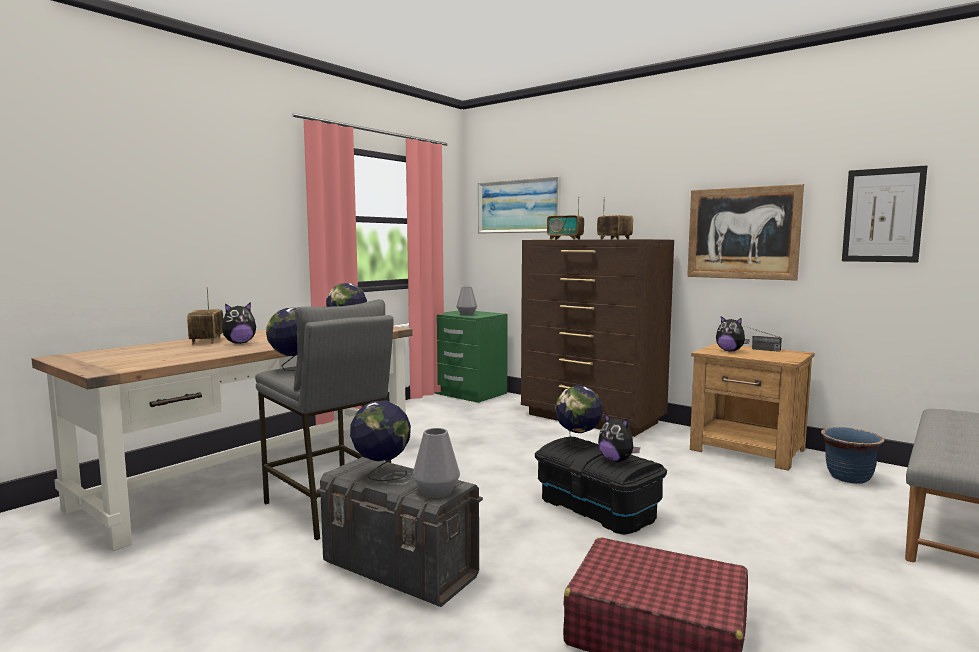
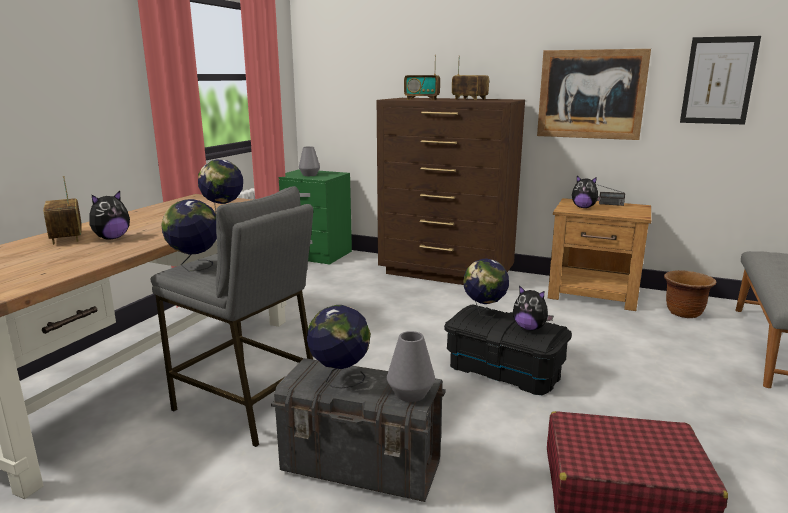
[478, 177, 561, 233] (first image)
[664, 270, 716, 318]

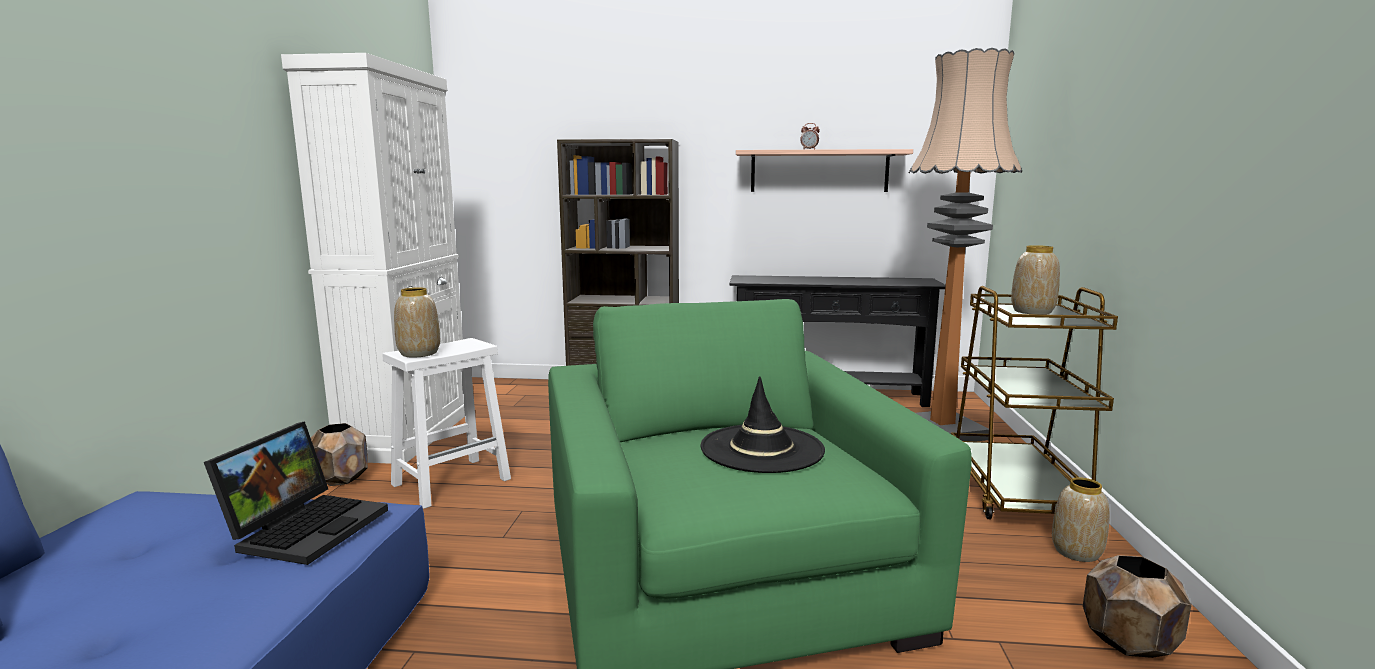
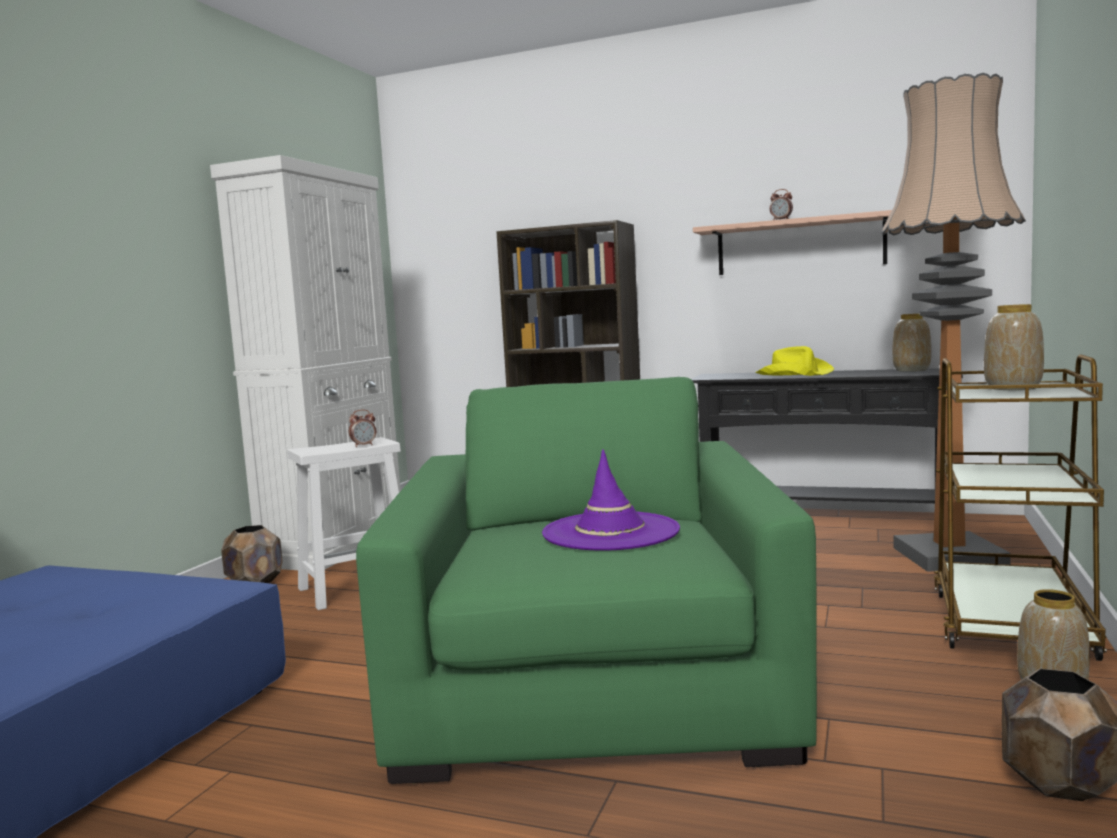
[204, 421, 388, 565] (first image)
[892, 314, 931, 372]
[542, 449, 680, 551]
[349, 409, 376, 447]
[755, 346, 834, 376]

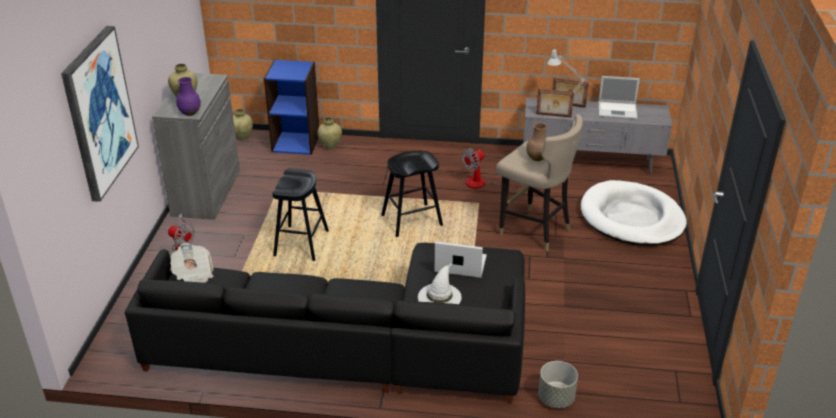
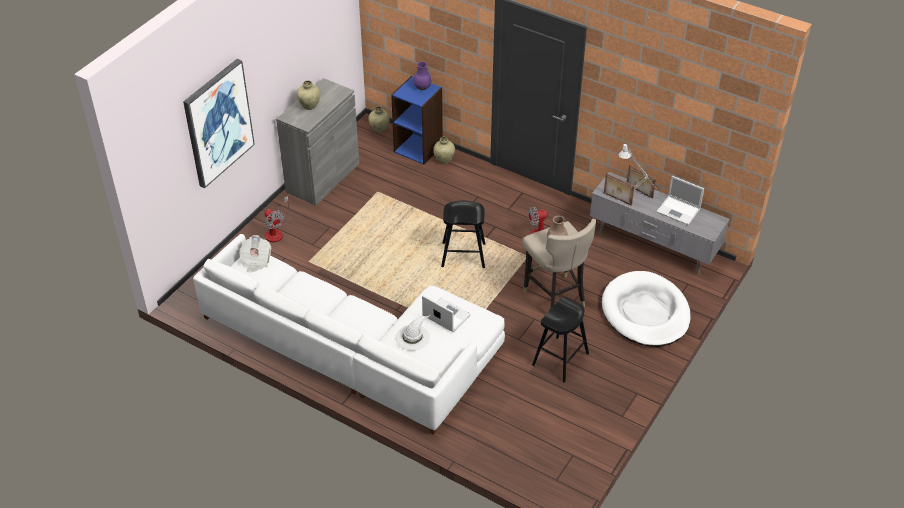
[193, 234, 505, 435]
[413, 61, 431, 90]
[532, 297, 589, 383]
[538, 361, 578, 408] (first image)

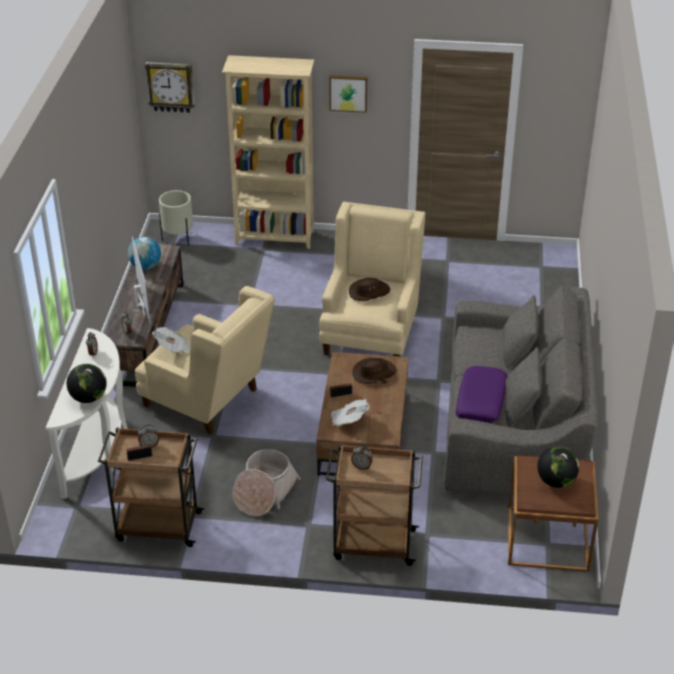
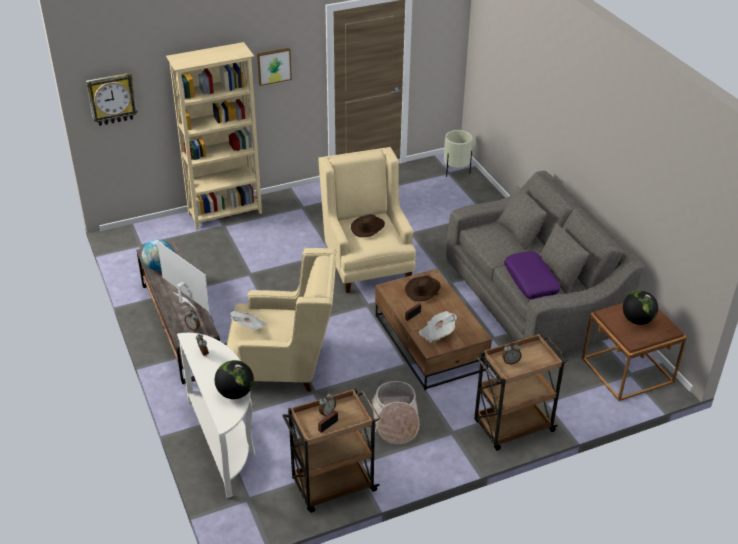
[444, 130, 473, 177]

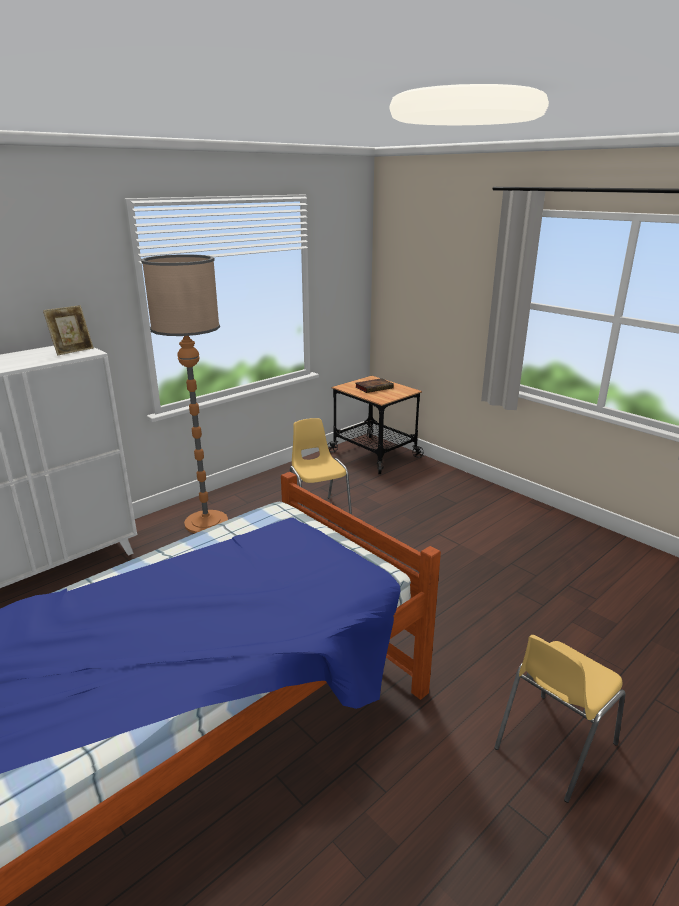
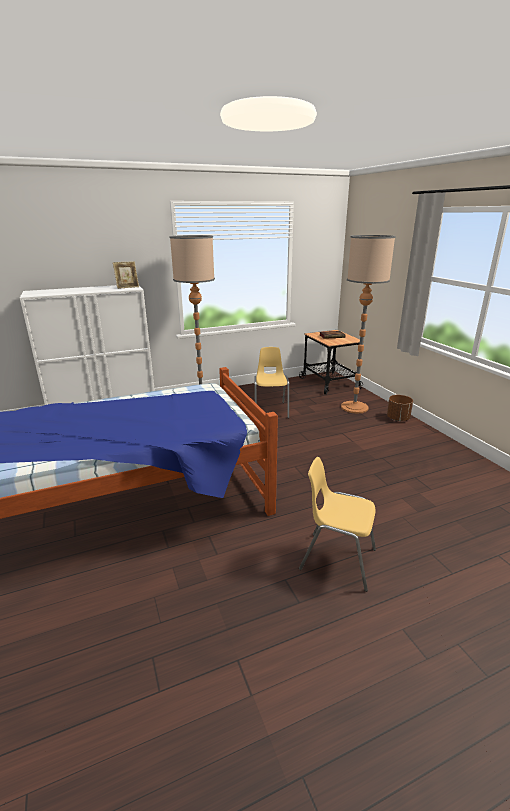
[299, 457, 376, 592]
[341, 235, 396, 414]
[387, 395, 413, 421]

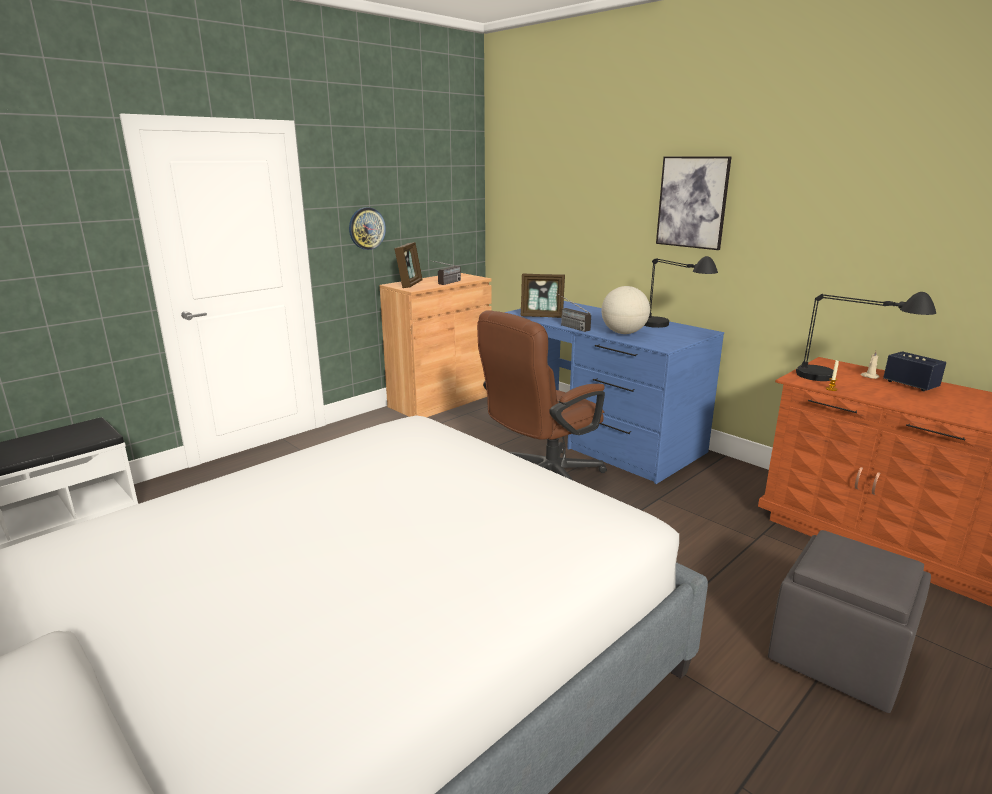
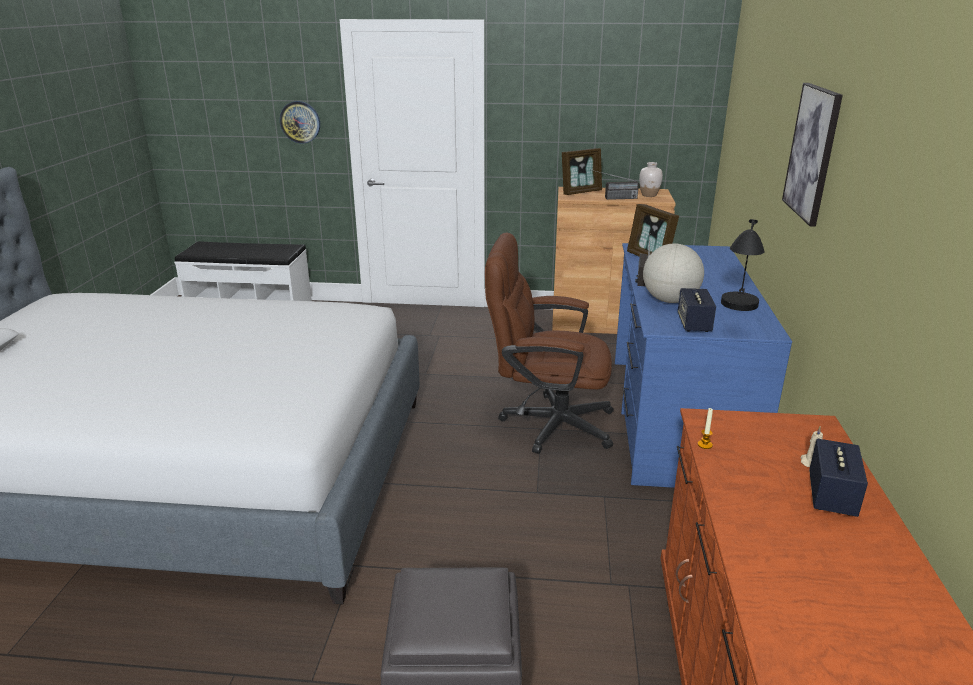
[280, 101, 320, 143]
[796, 292, 936, 381] (first image)
[639, 162, 663, 197]
[678, 288, 716, 332]

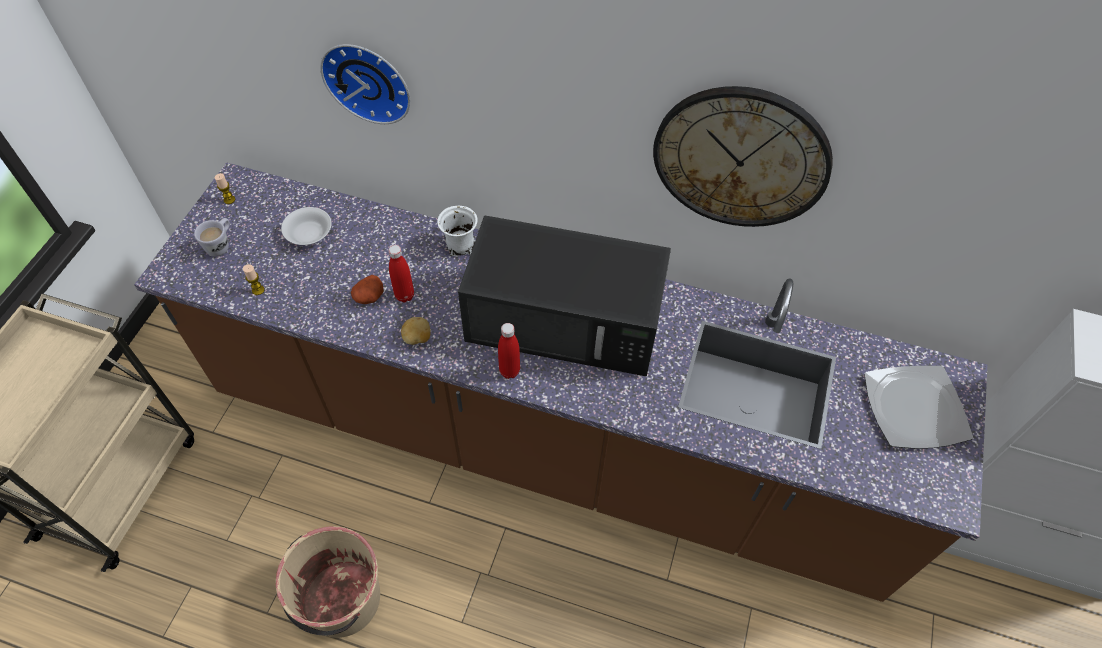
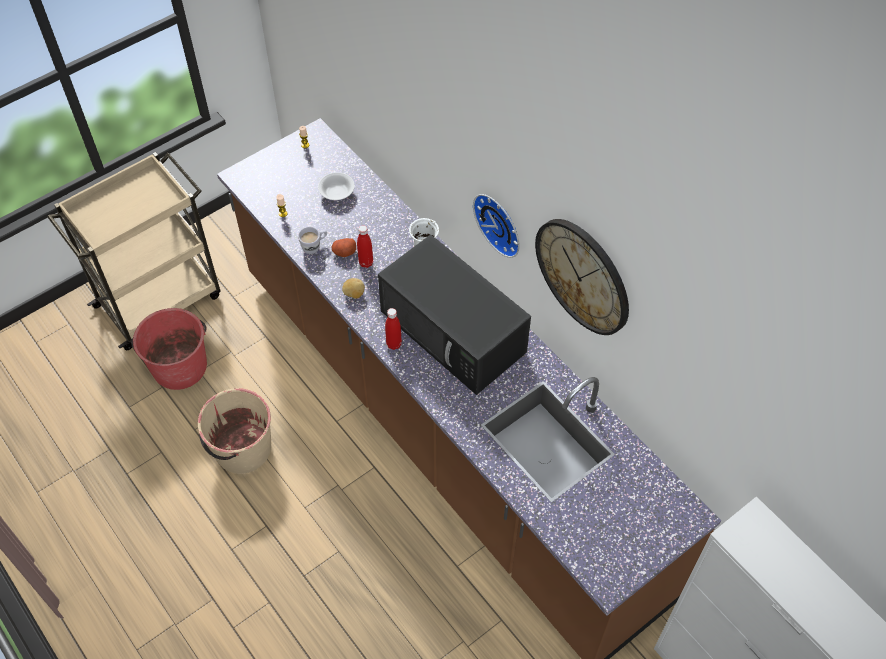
[298, 227, 327, 254]
[473, 194, 520, 258]
[864, 366, 973, 449] (first image)
[131, 308, 207, 390]

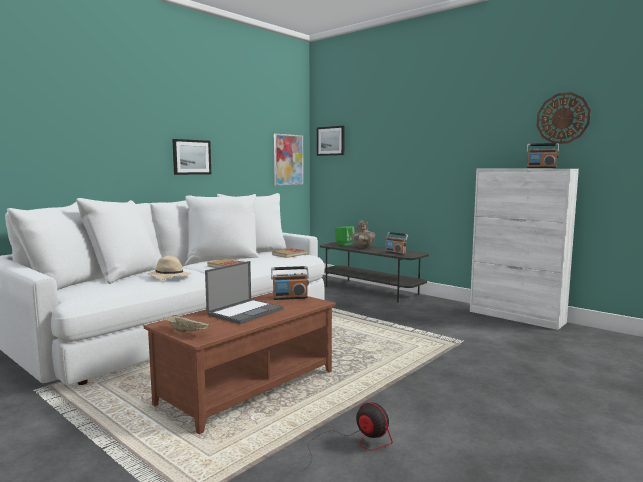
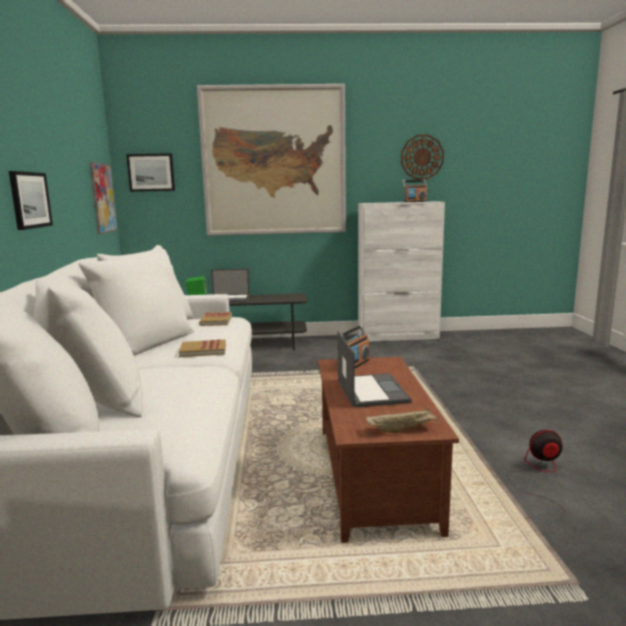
[147, 256, 191, 280] (first image)
[211, 269, 250, 302]
[385, 232, 408, 255] (first image)
[197, 84, 346, 236]

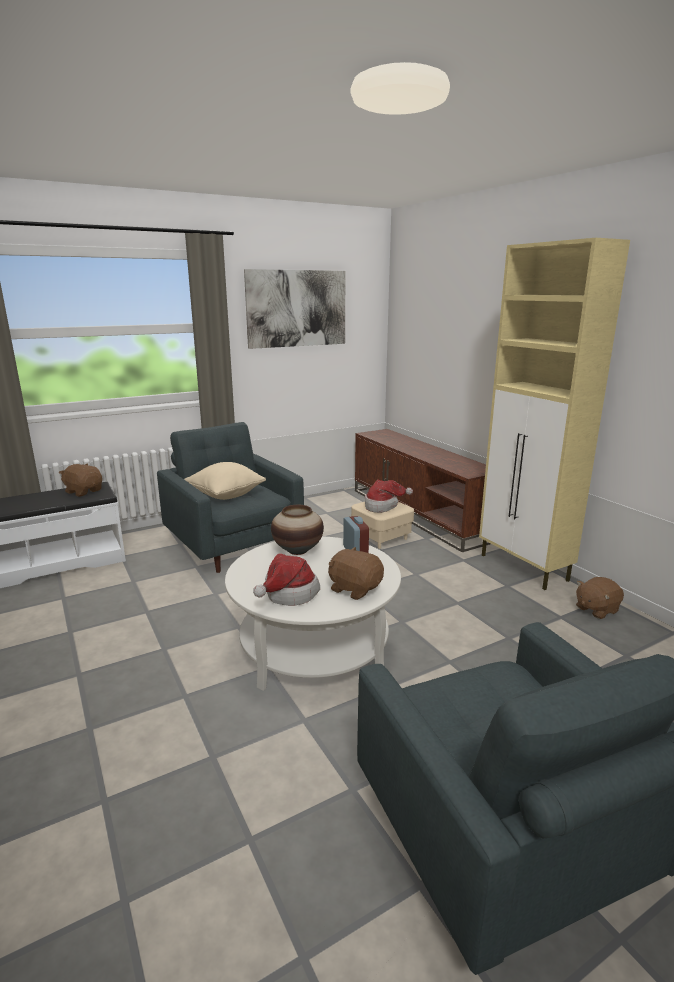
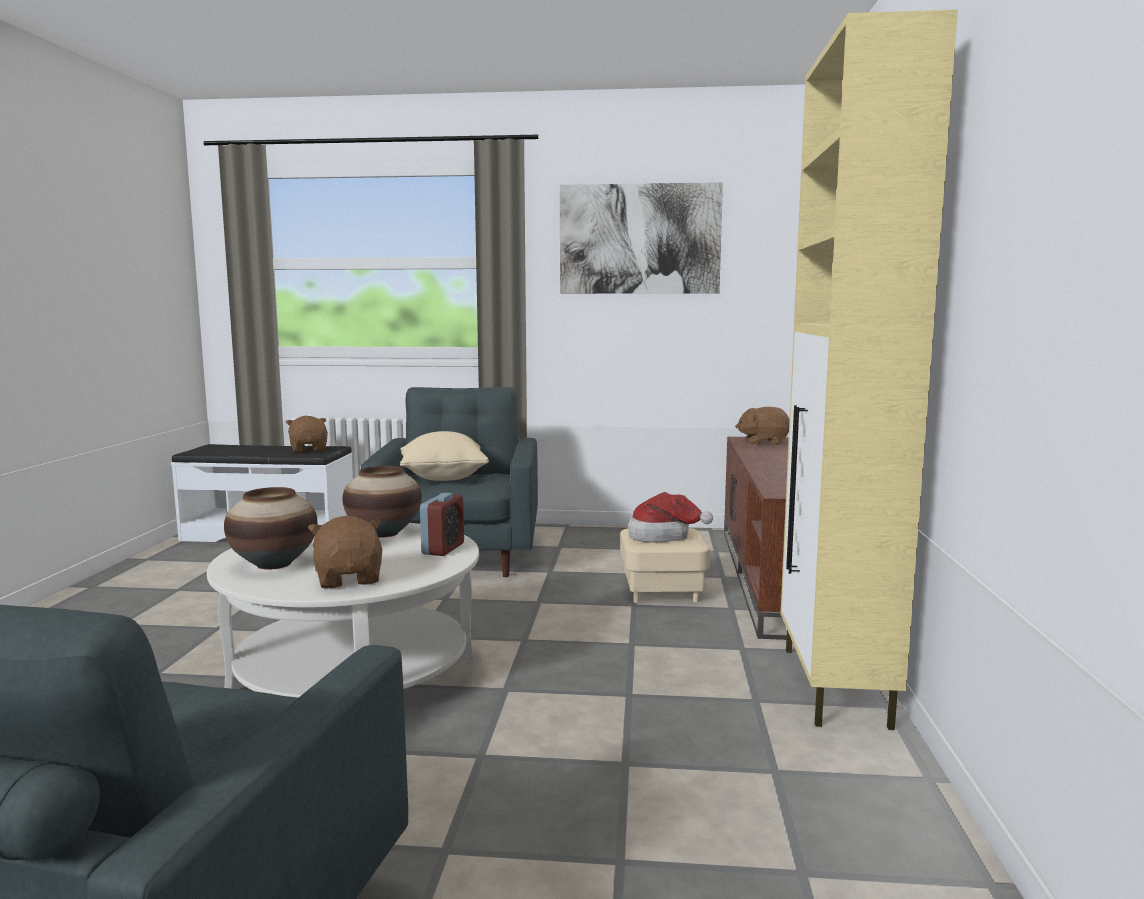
[224, 487, 317, 570]
[735, 407, 790, 445]

